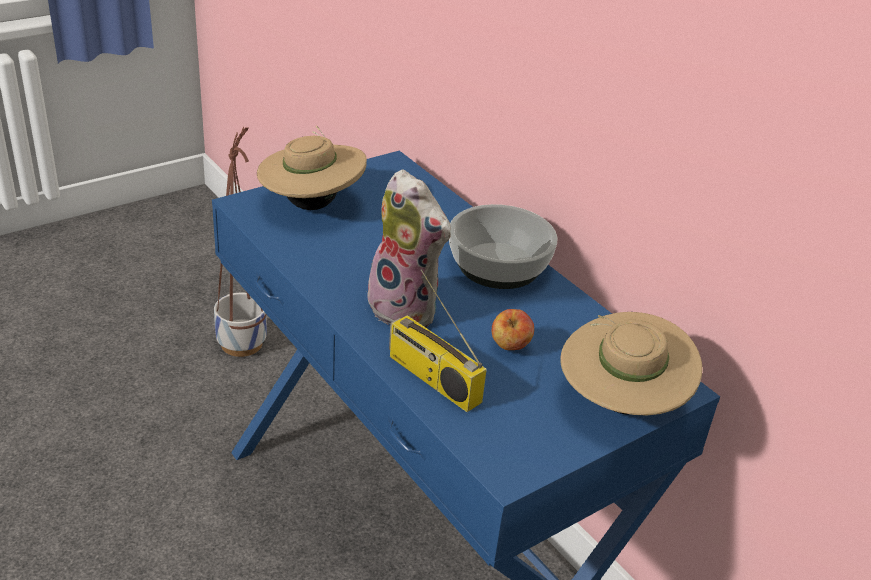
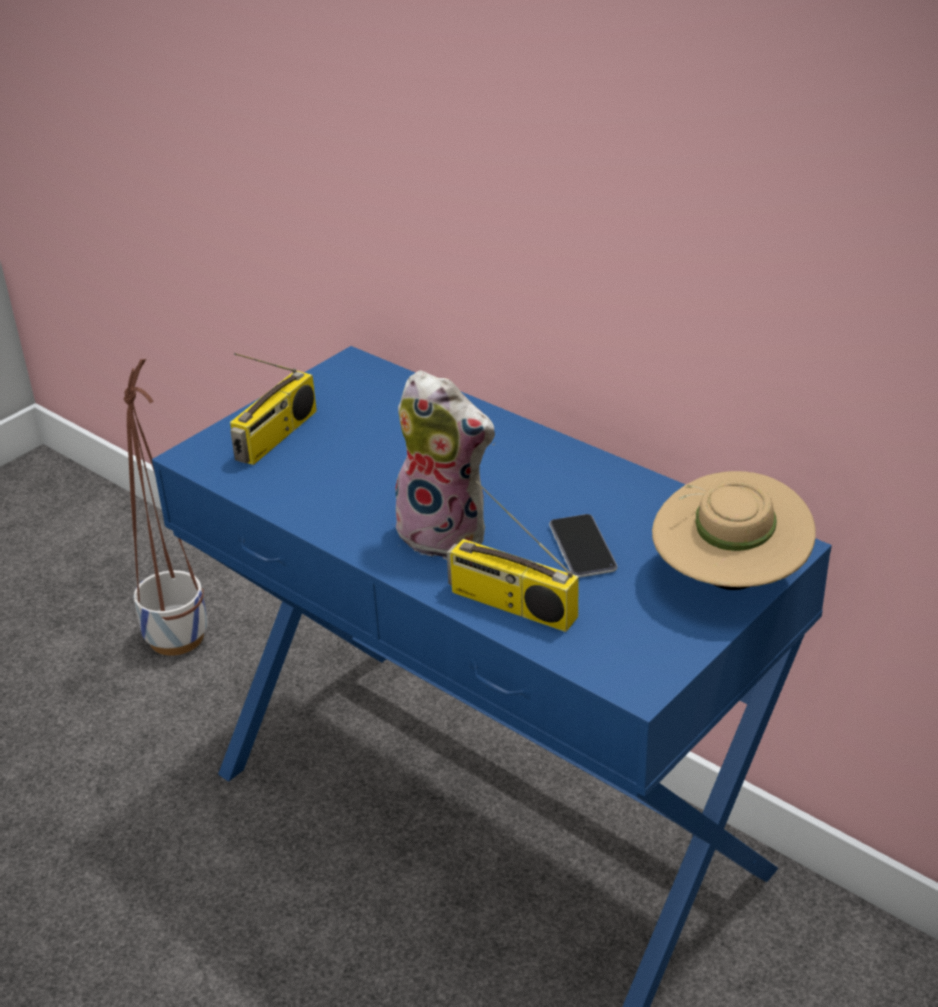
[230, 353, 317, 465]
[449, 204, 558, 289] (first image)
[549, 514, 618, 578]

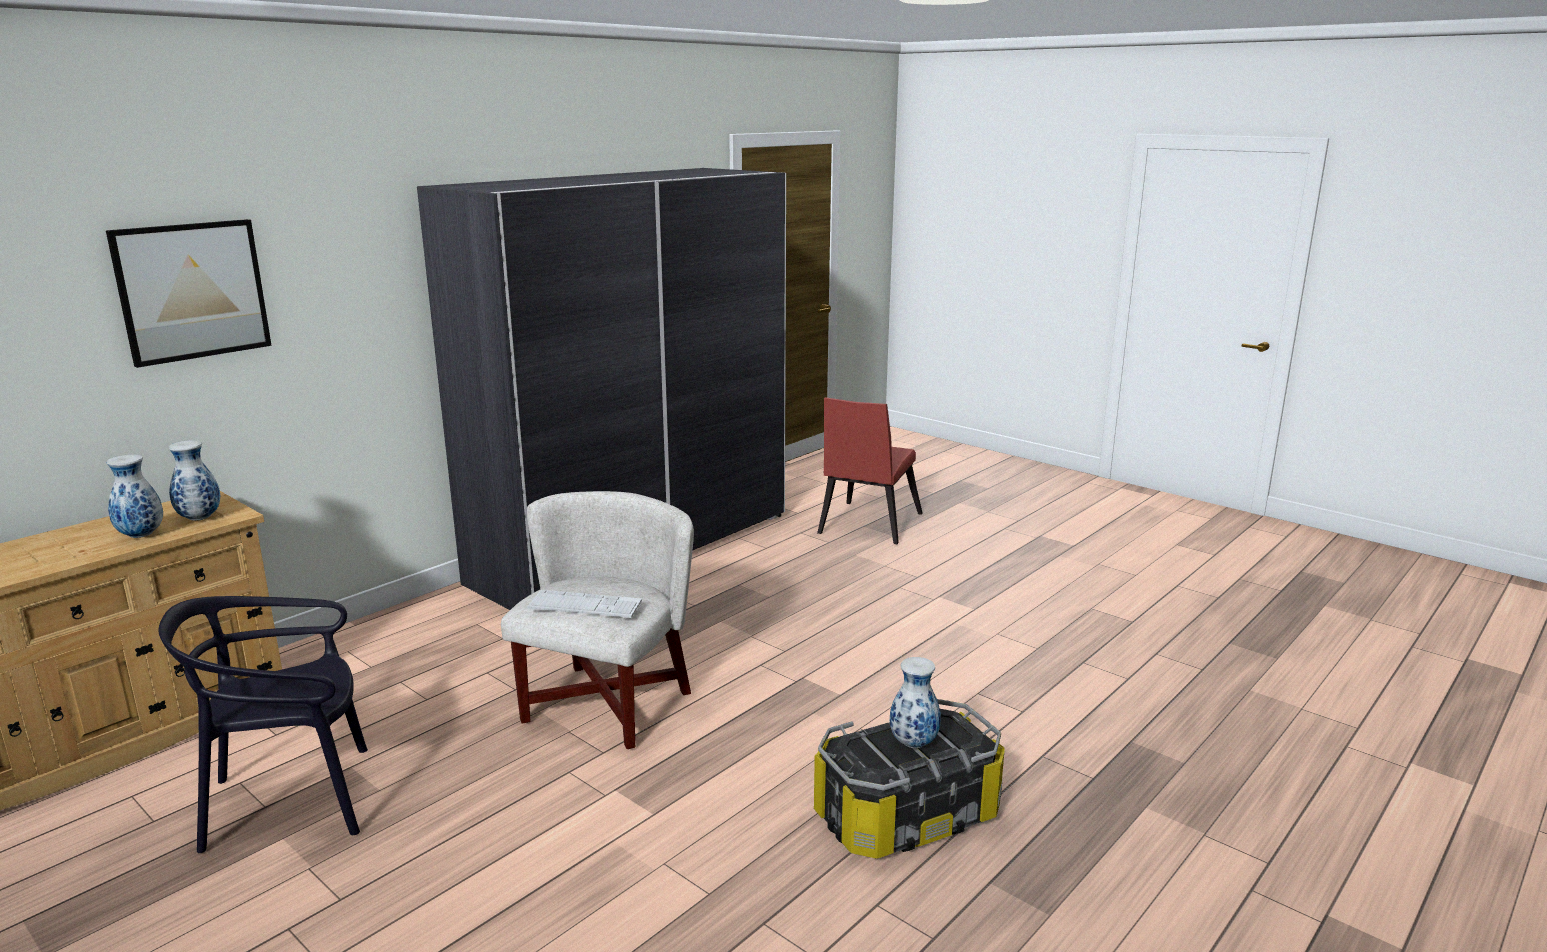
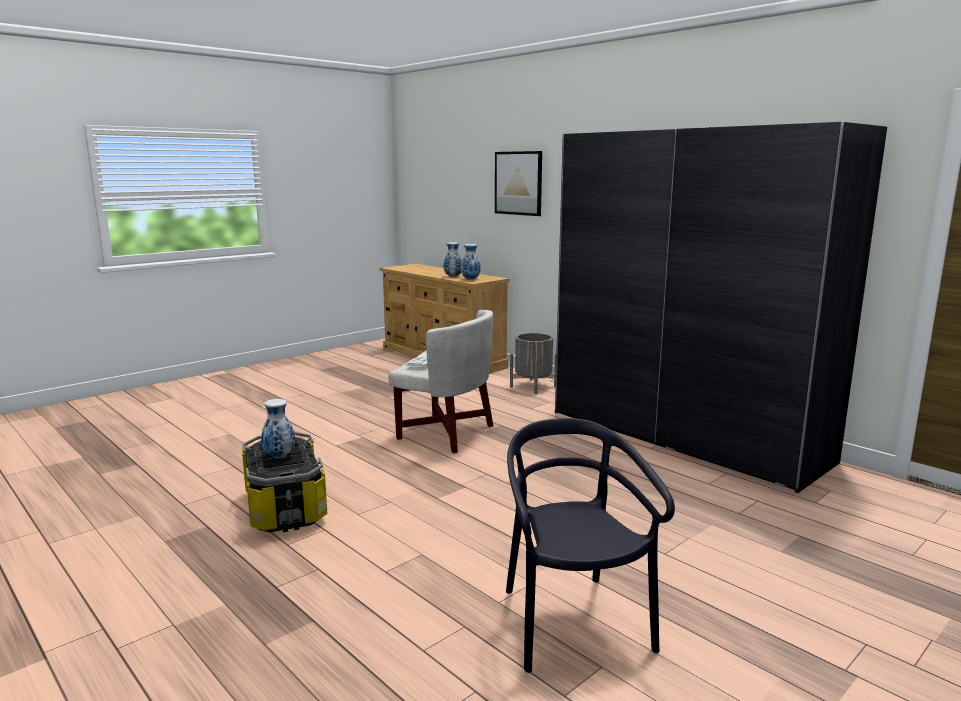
[506, 418, 675, 673]
[817, 397, 923, 544] (first image)
[510, 333, 556, 394]

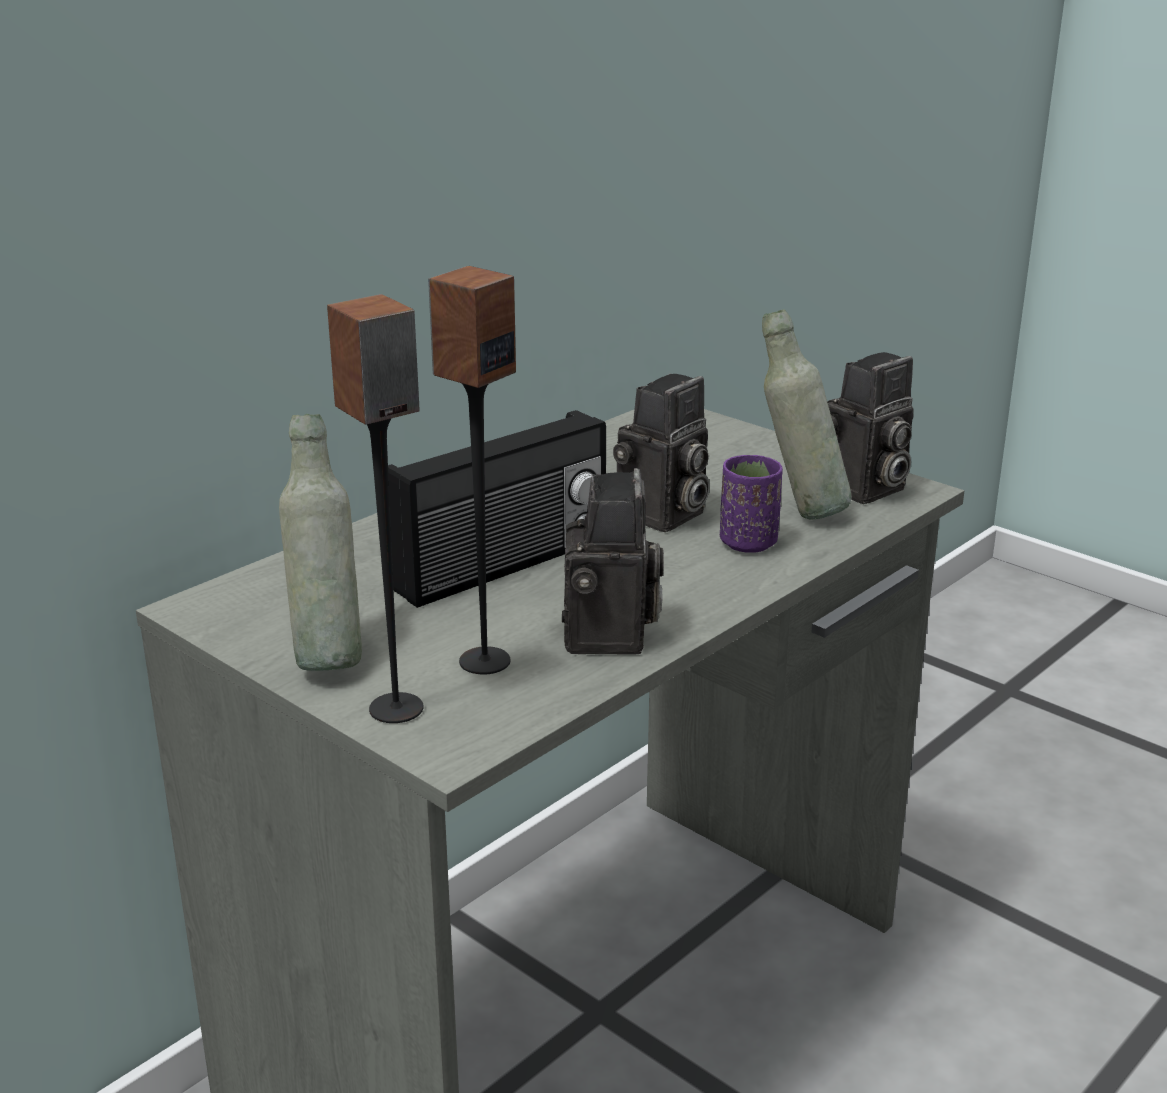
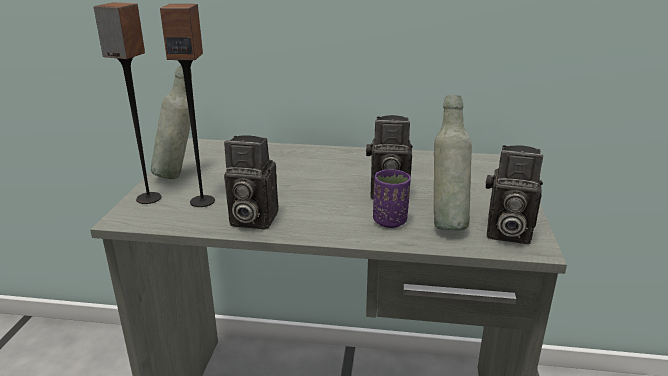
[388, 410, 606, 608] (first image)
[224, 135, 278, 230]

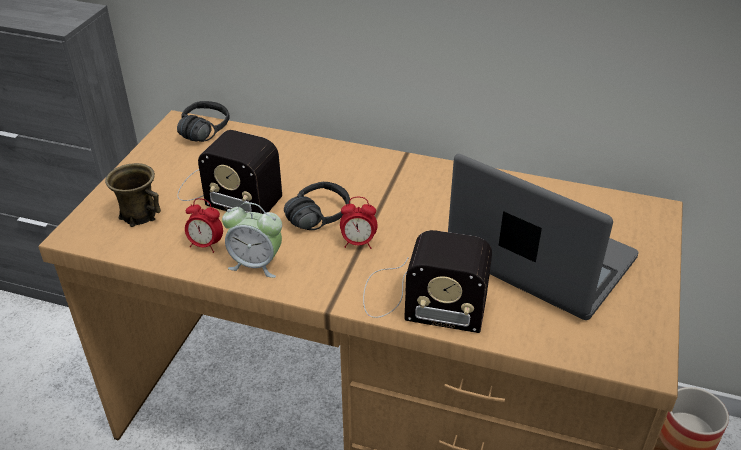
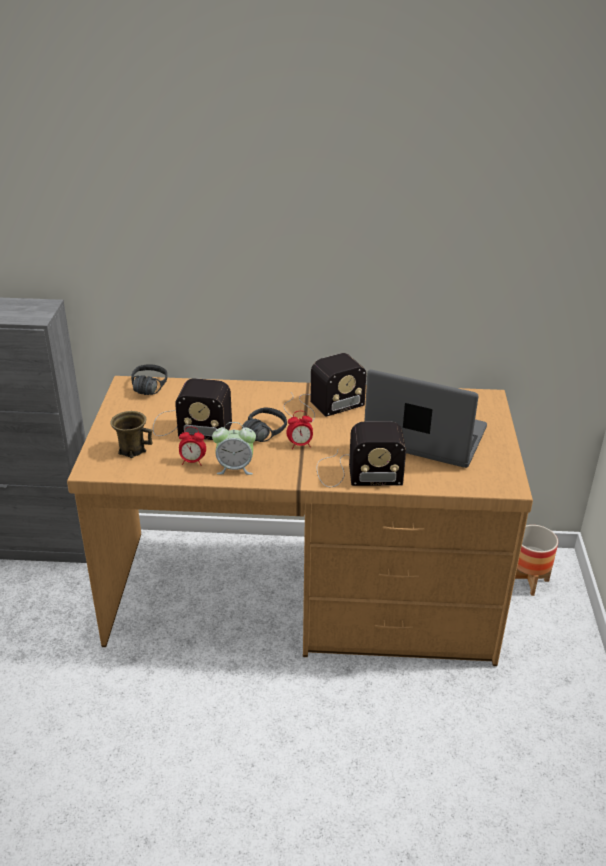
[284, 353, 366, 423]

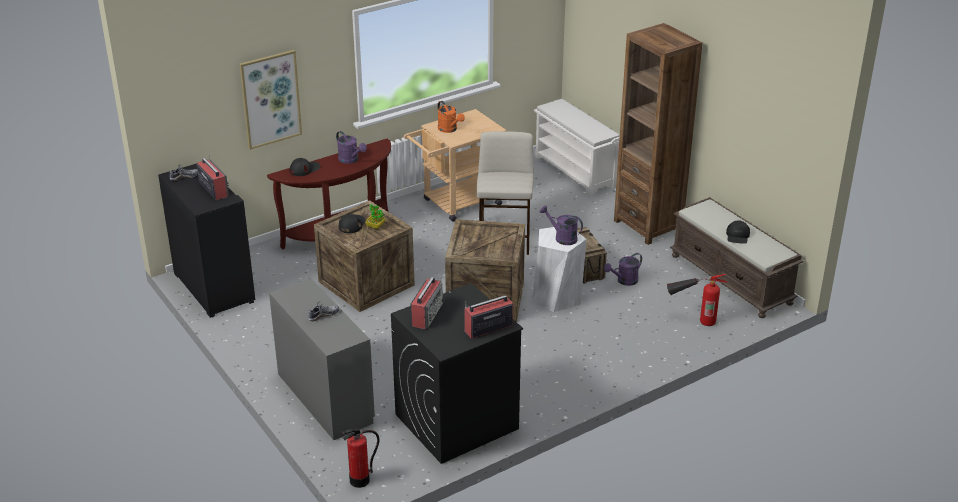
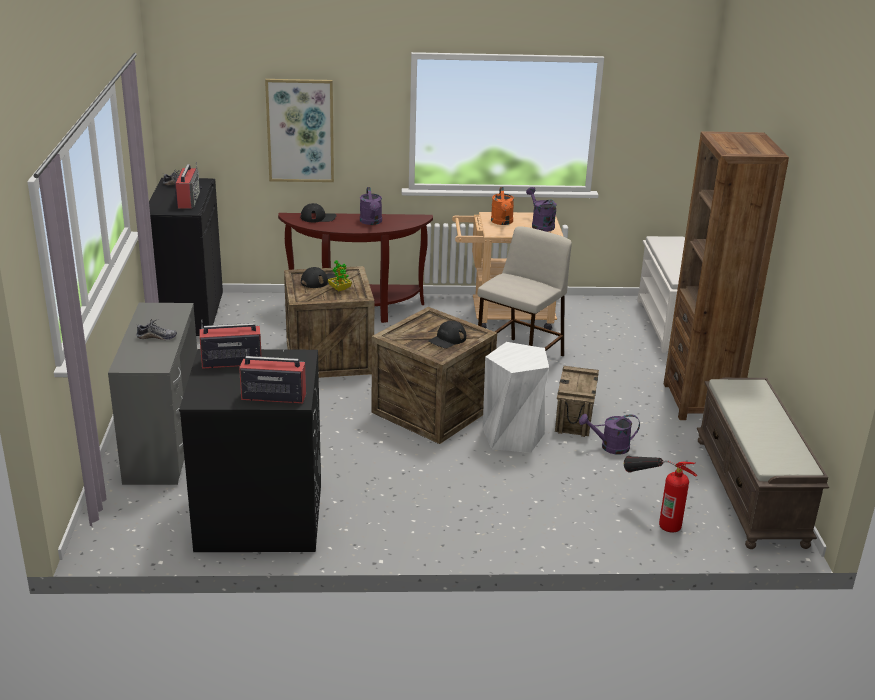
[342, 428, 380, 488] (first image)
[200, 320, 262, 369]
[526, 187, 557, 232]
[428, 321, 466, 348]

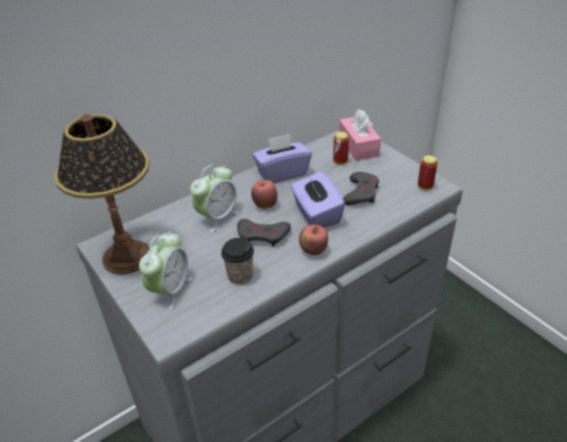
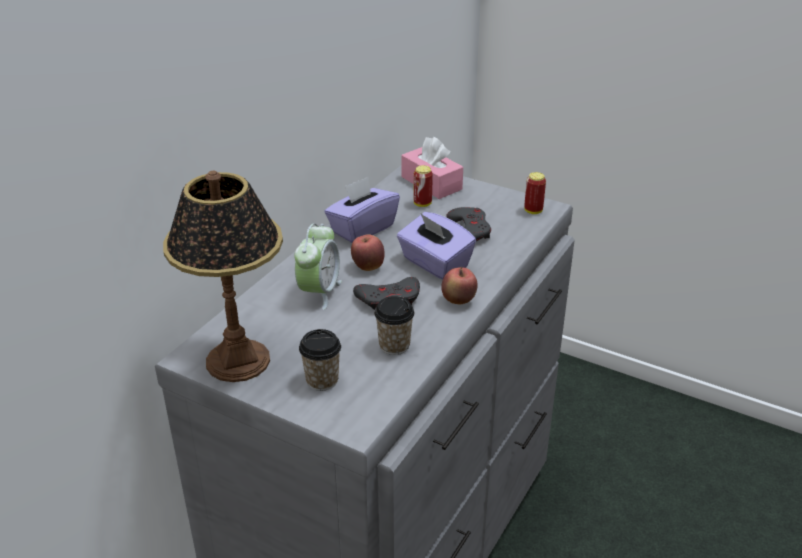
[299, 329, 341, 391]

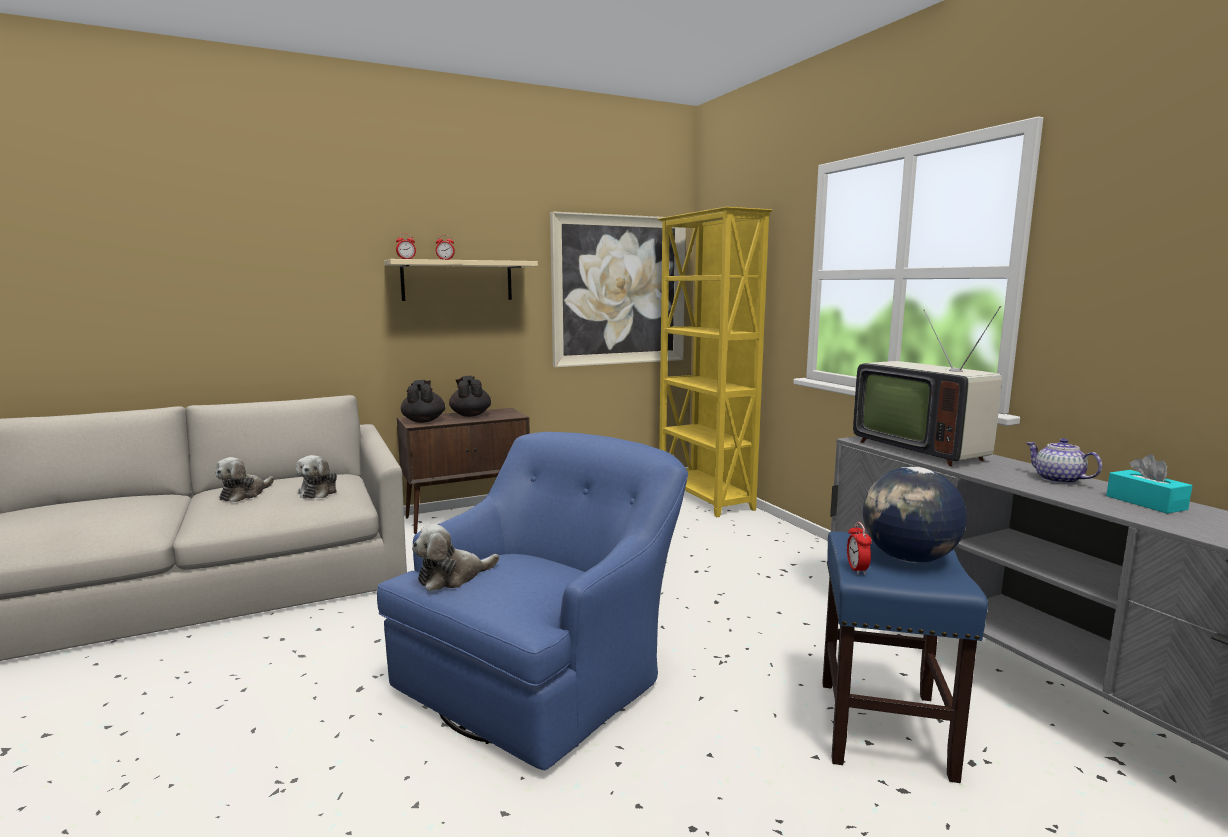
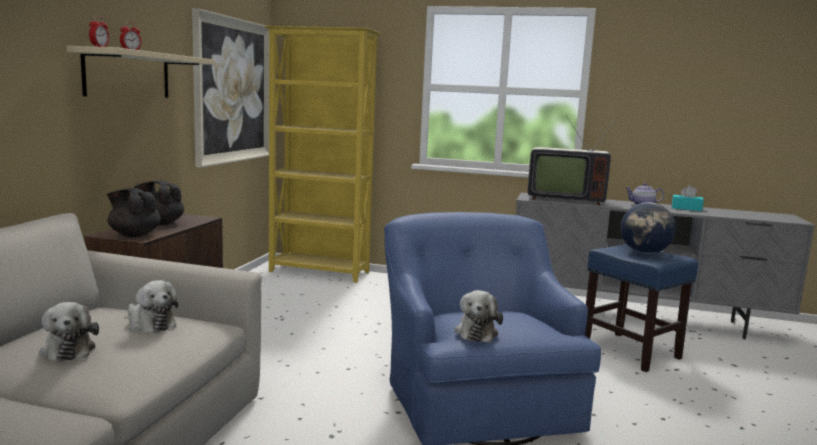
[847, 522, 872, 575] (first image)

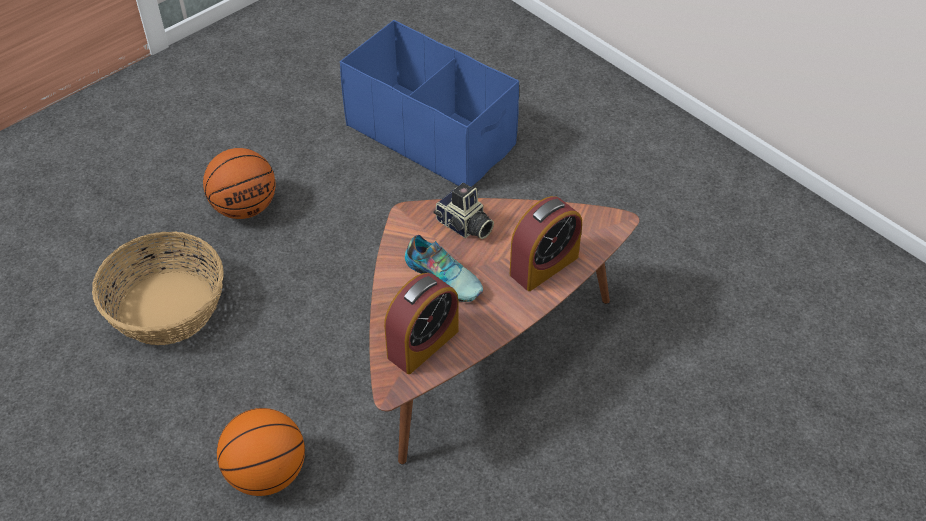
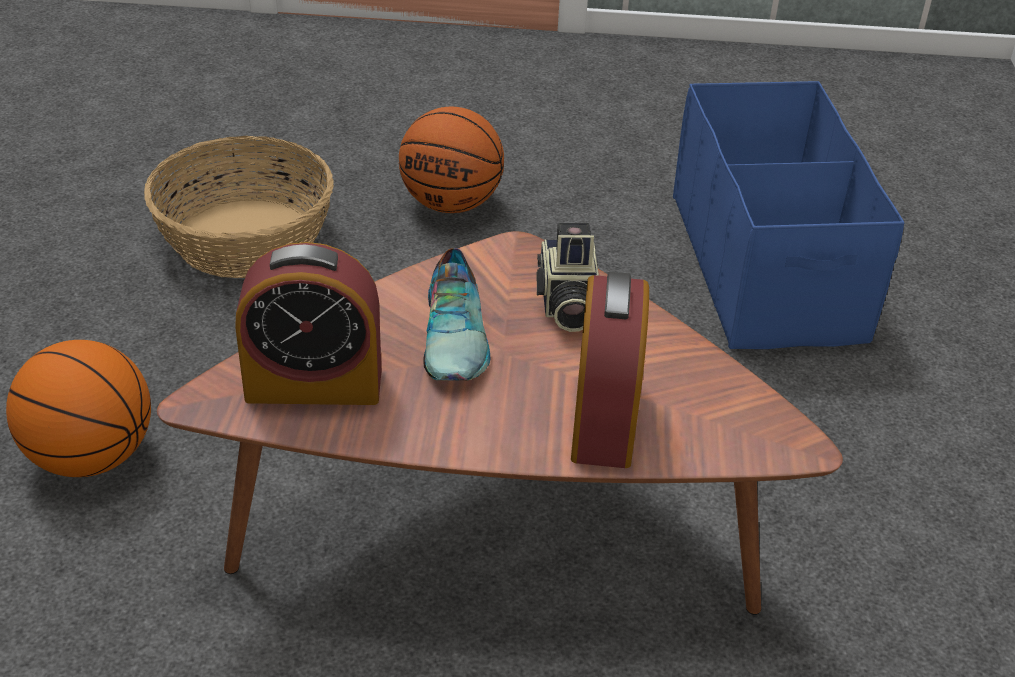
[571, 272, 649, 468]

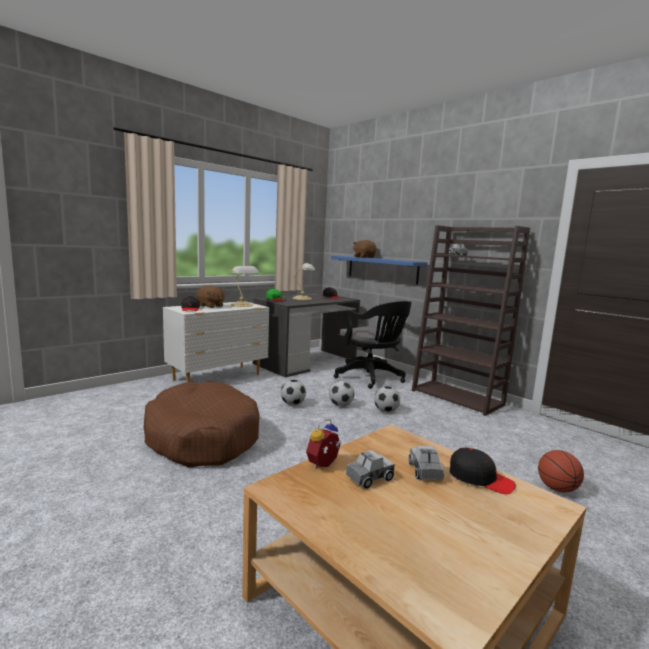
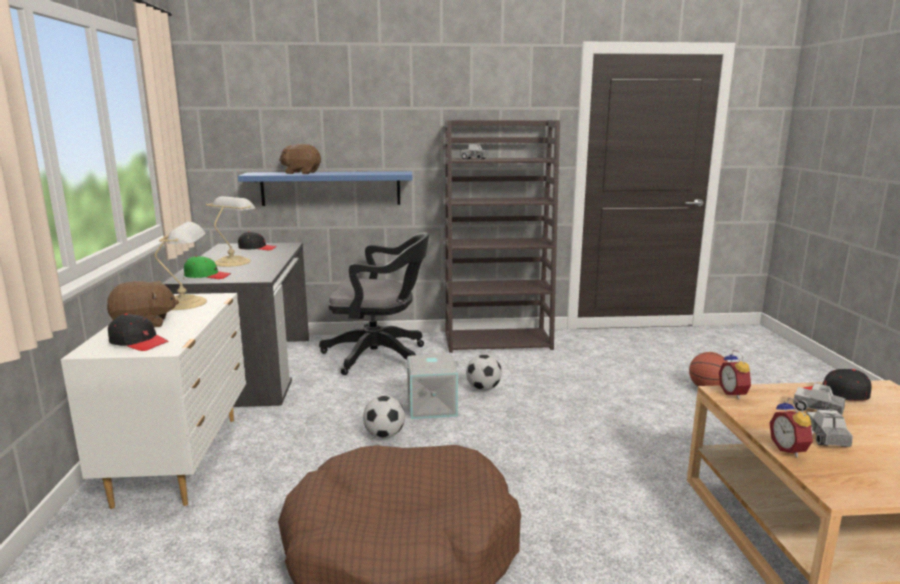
[405, 354, 459, 419]
[803, 369, 871, 401]
[719, 350, 753, 399]

